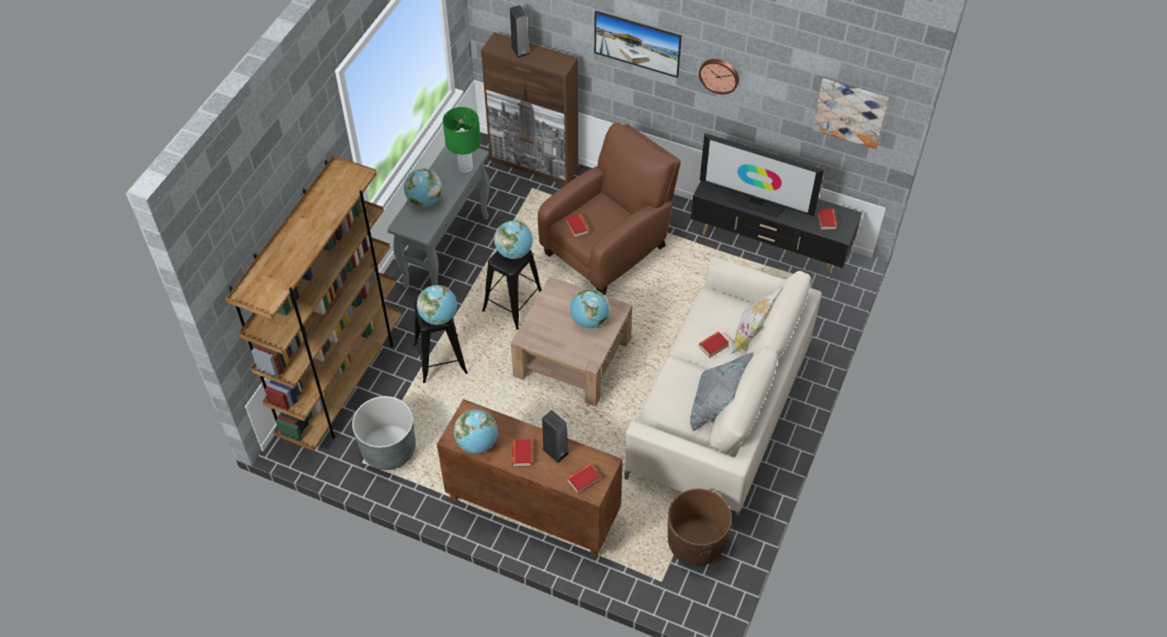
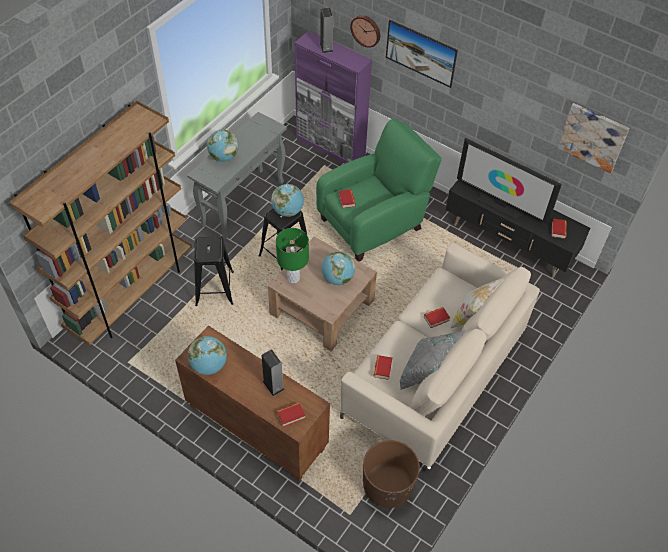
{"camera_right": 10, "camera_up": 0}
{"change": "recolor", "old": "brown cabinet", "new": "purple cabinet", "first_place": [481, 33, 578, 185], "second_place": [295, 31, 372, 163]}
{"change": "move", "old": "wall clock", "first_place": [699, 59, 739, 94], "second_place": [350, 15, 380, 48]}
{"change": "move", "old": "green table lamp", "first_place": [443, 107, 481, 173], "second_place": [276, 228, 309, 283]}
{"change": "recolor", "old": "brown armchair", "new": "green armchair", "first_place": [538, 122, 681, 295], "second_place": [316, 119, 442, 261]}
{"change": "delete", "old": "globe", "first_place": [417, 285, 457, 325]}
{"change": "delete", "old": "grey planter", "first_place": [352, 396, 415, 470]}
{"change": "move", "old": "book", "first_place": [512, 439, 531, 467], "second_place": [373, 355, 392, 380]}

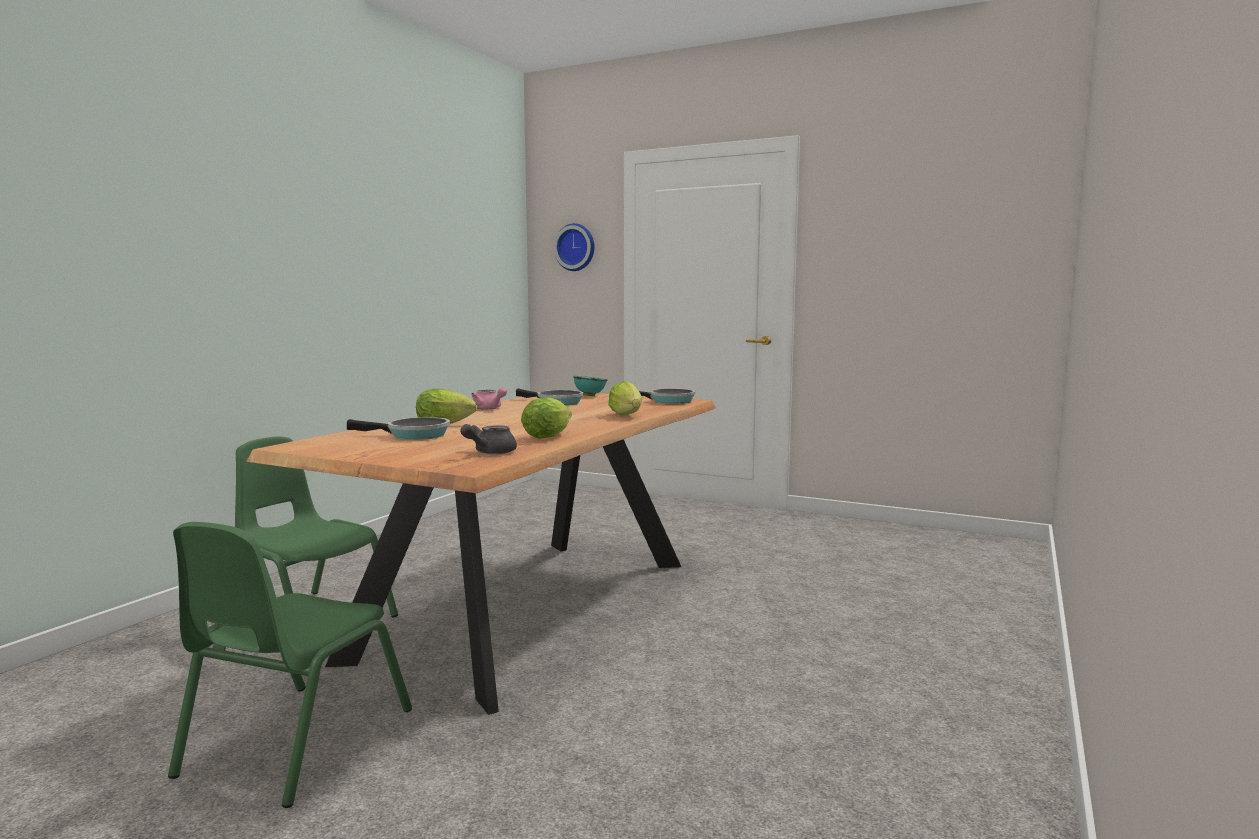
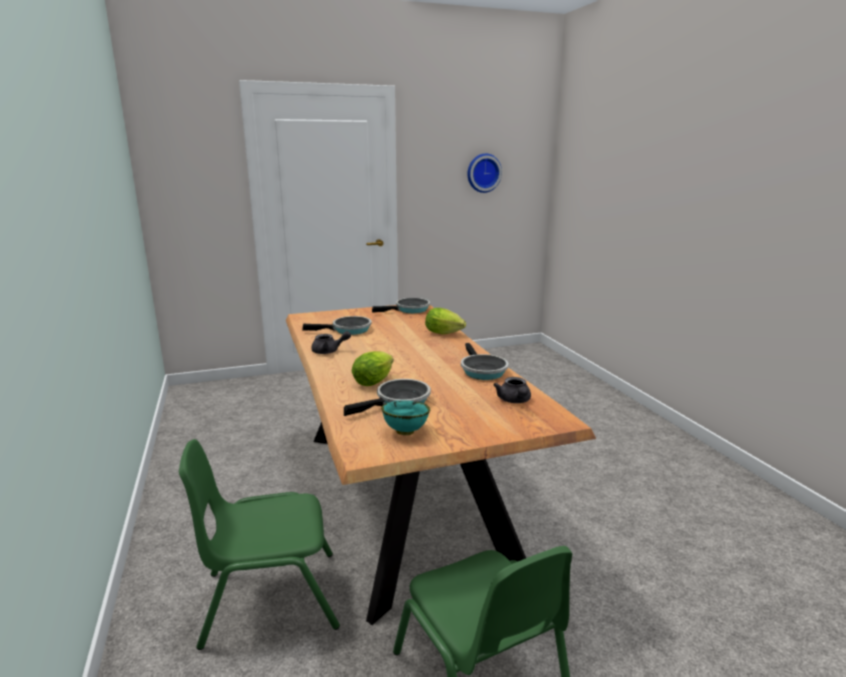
{"camera_right": -45, "camera_up": 10}
{"change": "move", "old": "wall clock", "first_place": [554, 223, 595, 271], "second_place": [467, 154, 502, 193]}
{"change": "move", "old": "turquoise bowl", "first_place": [573, 376, 607, 396], "second_place": [381, 400, 430, 435]}
{"change": "recolor", "old": "pink teapot", "new": "grey teapot", "first_place": [471, 387, 507, 409], "second_place": [311, 331, 351, 354]}
{"change": "replace", "old": "lettuce", "new": "frying pan", "first_place": [521, 397, 572, 439], "second_place": [461, 343, 508, 380]}

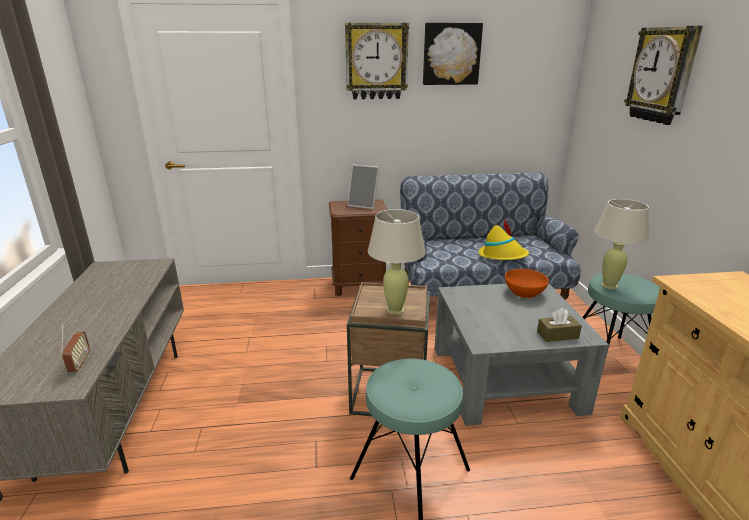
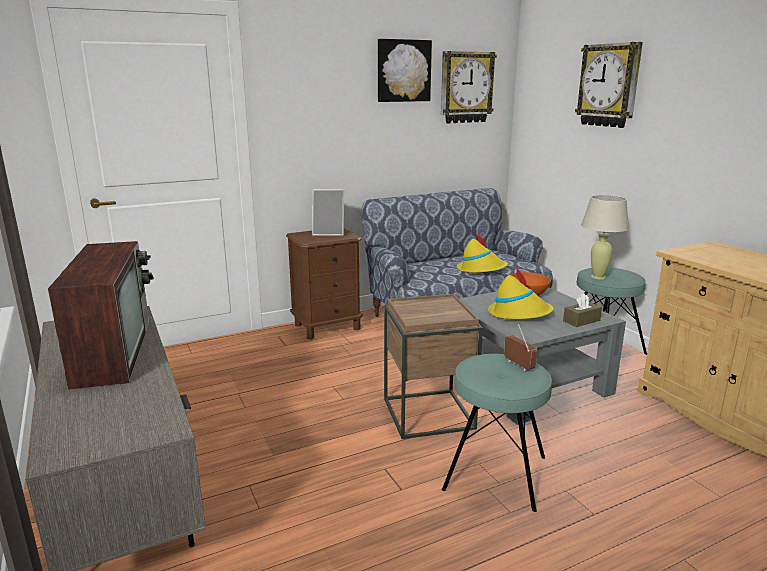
{"camera_right": -20, "camera_up": -5}
{"change": "move", "old": "wall clock", "first_place": [345, 22, 409, 99], "second_place": [441, 51, 497, 123]}
{"change": "delete", "old": "beige table lamp", "first_place": [368, 209, 426, 315]}
{"change": "move", "old": "radio", "first_place": [61, 323, 90, 372], "second_place": [504, 324, 537, 371]}
{"change": "insert", "new": "television", "second_place": [48, 241, 154, 390]}
{"change": "insert", "new": "yellow hat", "second_place": [488, 267, 554, 319]}

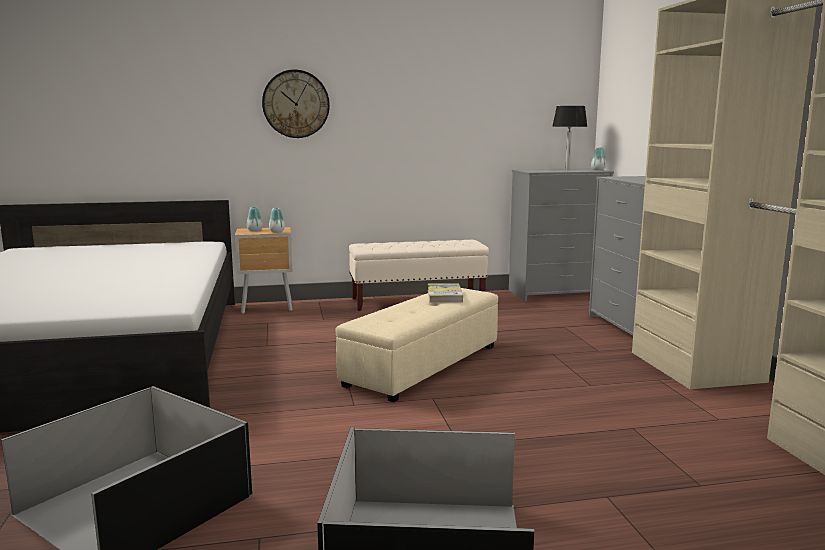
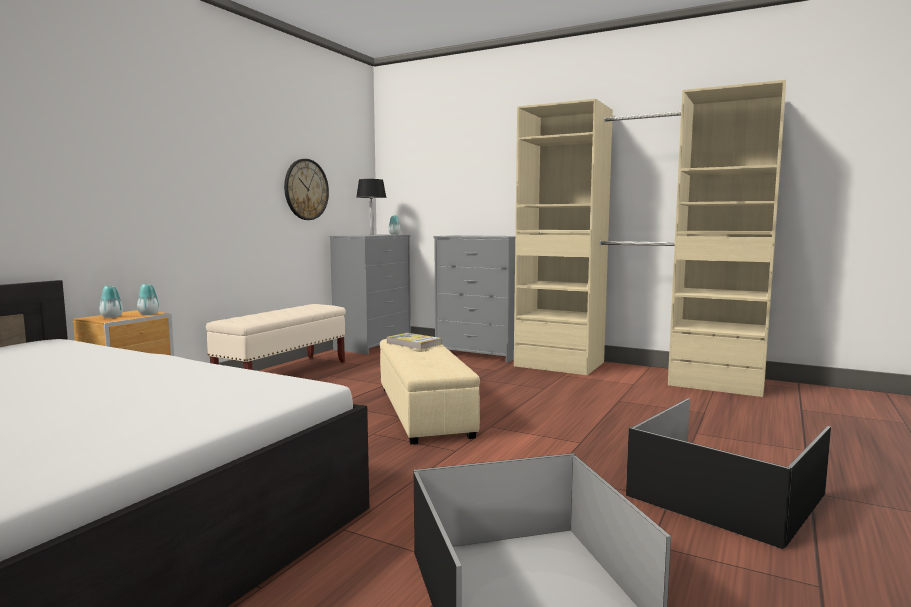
{"camera_right": -50, "camera_up": -5}
{"change": "move", "old": "wall clock", "first_place": [262, 69, 330, 138], "second_place": [284, 159, 329, 220]}

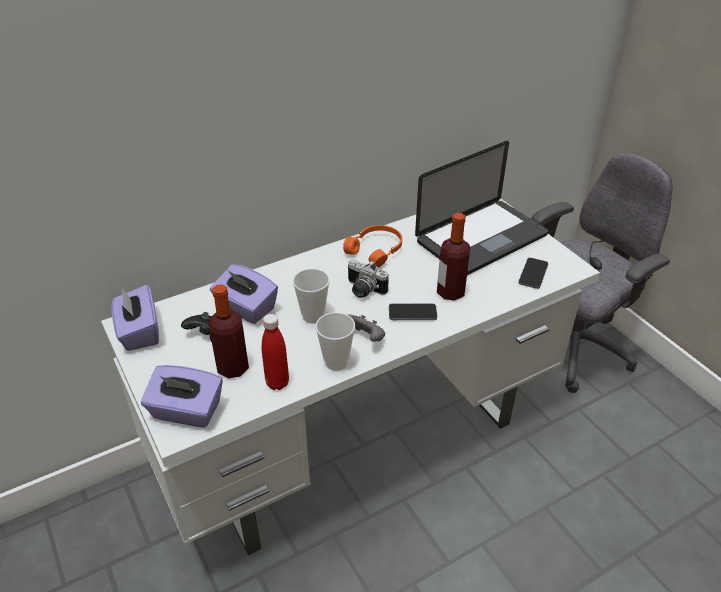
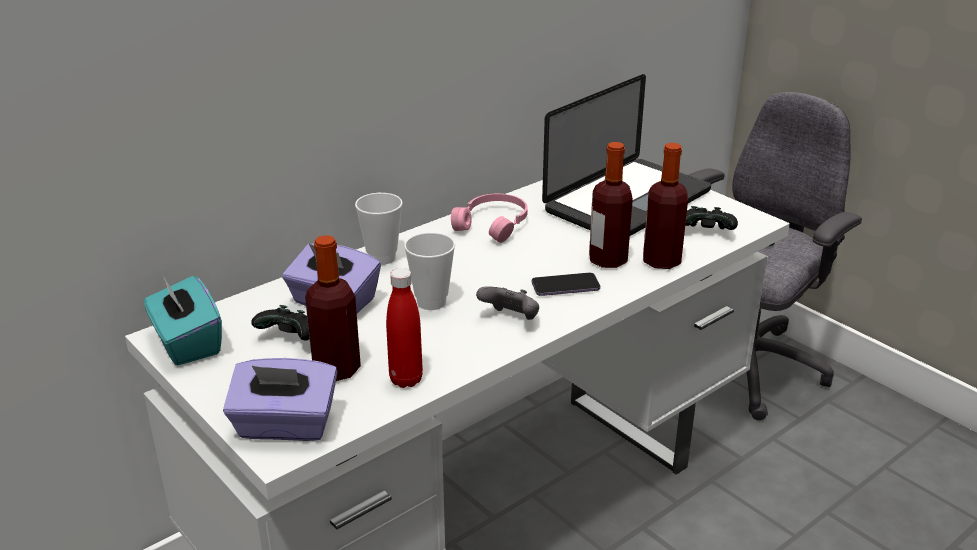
{"camera_right": -10, "camera_up": -10}
{"change": "recolor", "old": "orange headphones", "new": "pink headphones", "first_place": [343, 225, 402, 267], "second_place": [451, 194, 528, 243]}
{"change": "replace", "old": "phone", "new": "black game controller", "first_place": [518, 258, 548, 289], "second_place": [685, 206, 738, 230]}
{"change": "delete", "old": "photo camera", "first_place": [347, 259, 389, 298]}
{"change": "recolor", "old": "purple tissue box", "new": "turquoise tissue box", "first_place": [112, 285, 159, 351], "second_place": [144, 276, 222, 365]}
{"change": "move", "old": "cup", "first_place": [315, 312, 355, 371], "second_place": [355, 193, 403, 265]}
{"change": "insert", "new": "bottle", "second_place": [643, 143, 688, 269]}

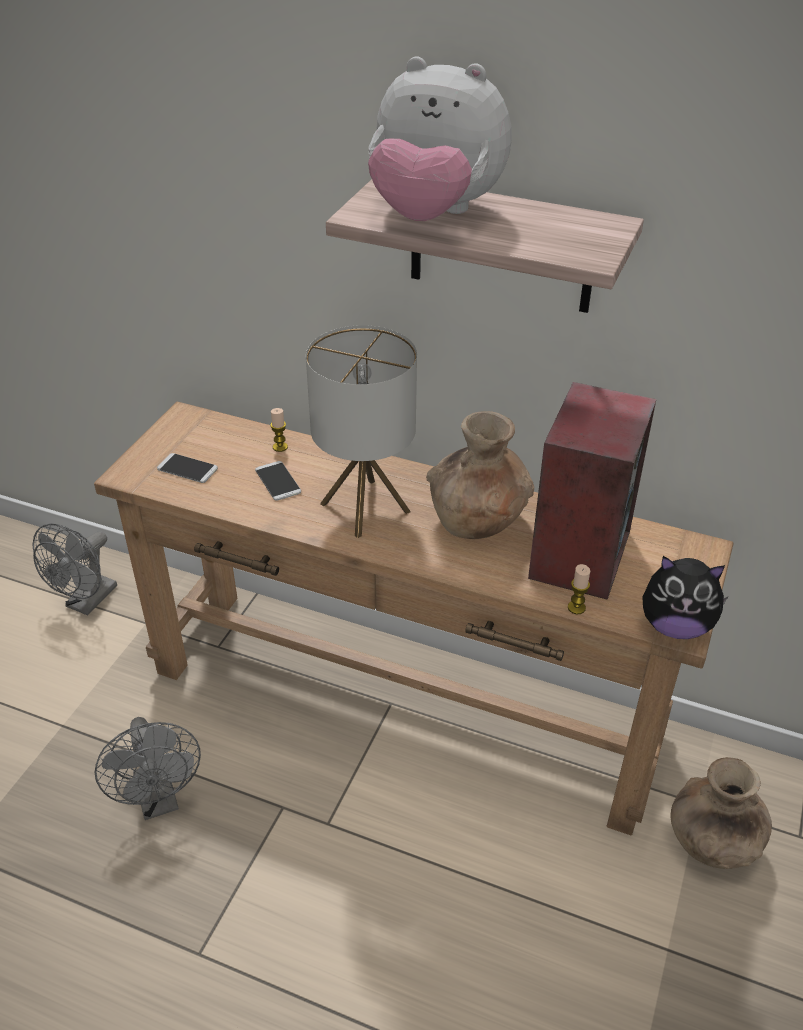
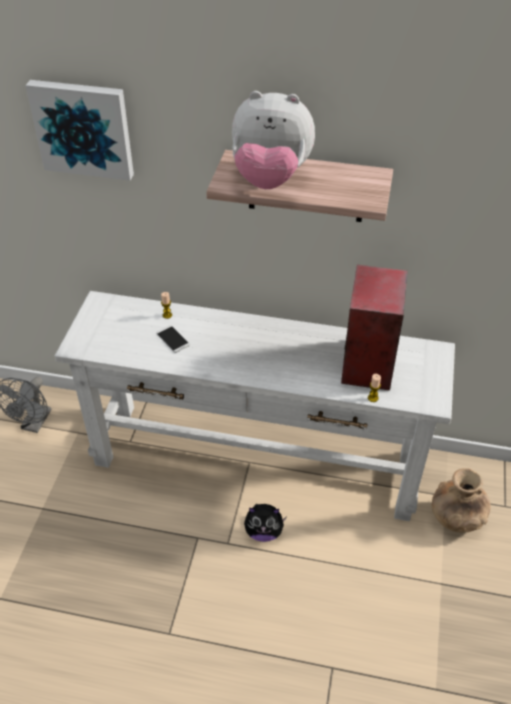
{"camera_right": -10, "camera_up": 5}
{"change": "delete", "old": "table lamp", "first_place": [306, 325, 417, 538]}
{"change": "recolor", "old": "brown console table", "new": "white console table", "first_place": [94, 402, 734, 836], "second_place": [55, 291, 455, 521]}
{"change": "delete", "old": "brown vase", "first_place": [426, 411, 534, 539]}
{"change": "delete", "old": "phone", "first_place": [157, 453, 218, 483]}
{"change": "move", "old": "plush toy", "first_place": [642, 556, 729, 639], "second_place": [244, 504, 287, 542]}
{"change": "delete", "old": "grey fan", "first_place": [95, 717, 201, 820]}
{"change": "insert", "new": "picture", "second_place": [25, 80, 134, 181]}

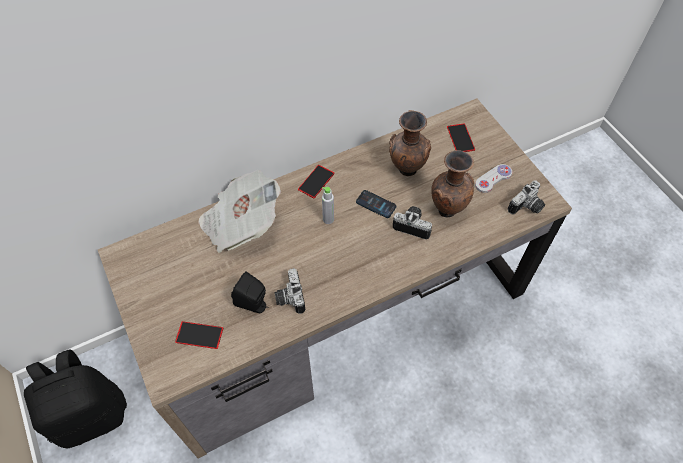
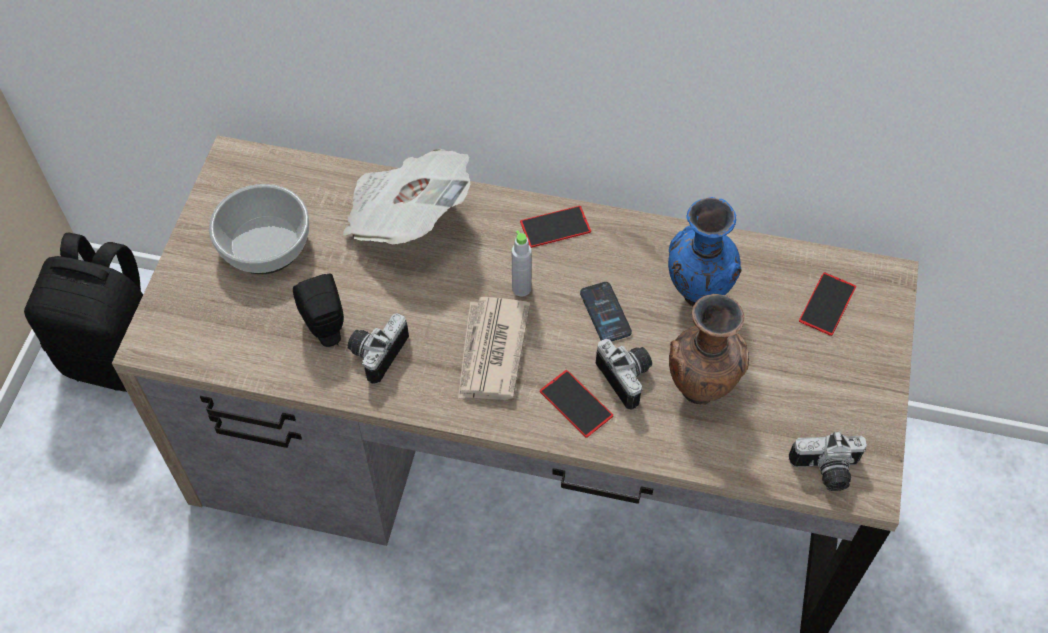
{"camera_right": 40, "camera_up": 0}
{"change": "recolor", "old": "brown vase", "new": "blue vase", "first_place": [389, 110, 431, 176], "second_place": [668, 197, 741, 306]}
{"change": "delete", "old": "white game controller", "first_place": [475, 164, 512, 193]}
{"change": "move", "old": "phone", "first_place": [175, 321, 223, 349], "second_place": [540, 370, 613, 438]}
{"change": "insert", "new": "bowl", "second_place": [209, 184, 309, 274]}
{"change": "insert", "new": "newspaper", "second_place": [458, 297, 531, 400]}

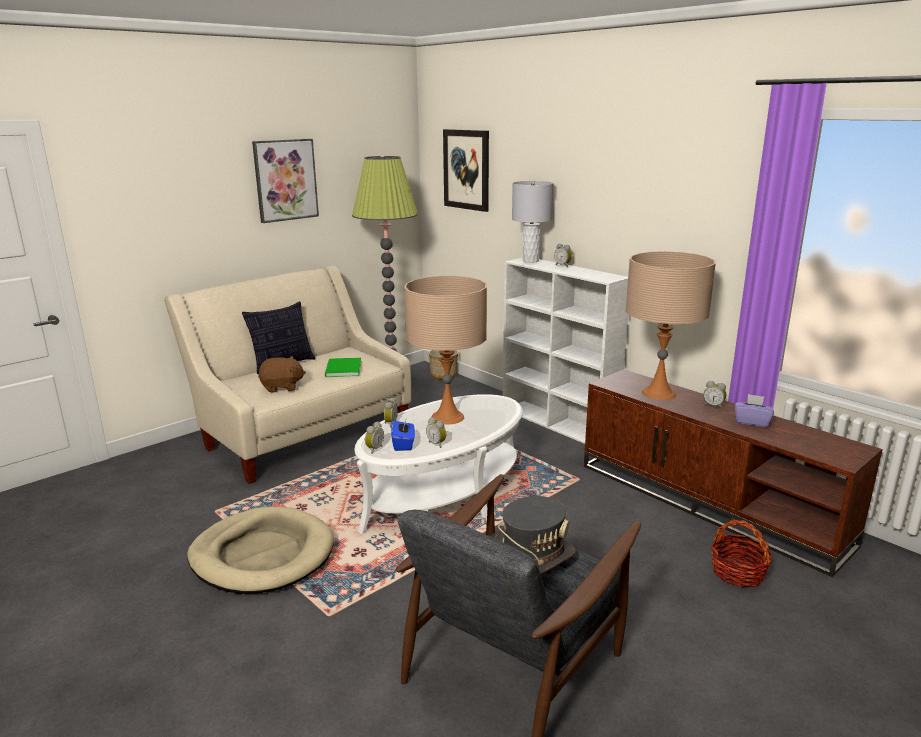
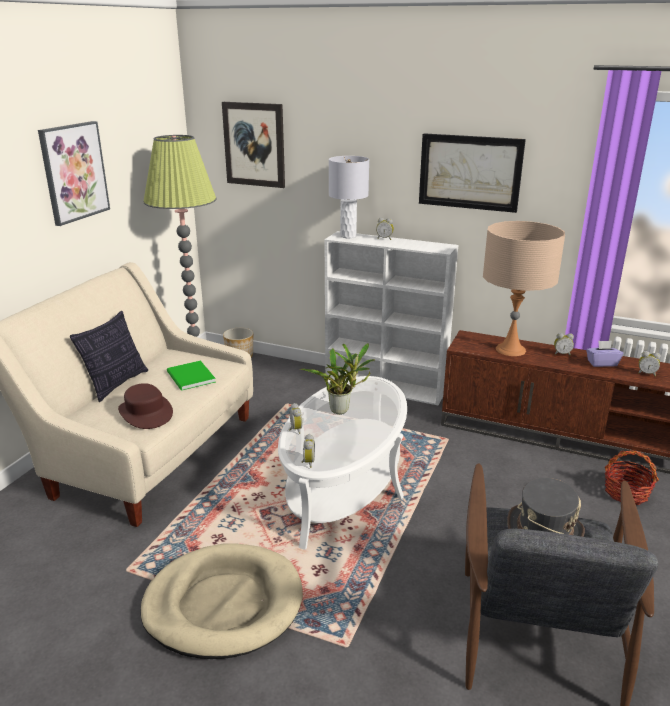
{"camera_right": -25, "camera_up": 5}
{"change": "replace", "old": "beige table lamp", "new": "potted plant", "first_place": [404, 276, 487, 425], "second_place": [300, 343, 375, 414]}
{"change": "replace", "old": "brown plush toy", "new": "brown hat", "first_place": [258, 356, 306, 393], "second_place": [118, 383, 173, 429]}
{"change": "delete", "old": "blue tissue box", "first_place": [391, 417, 415, 451]}
{"change": "move", "old": "alarm clock", "first_place": [426, 417, 446, 448], "second_place": [638, 351, 661, 376]}
{"change": "insert", "new": "picture", "second_place": [419, 133, 526, 213]}

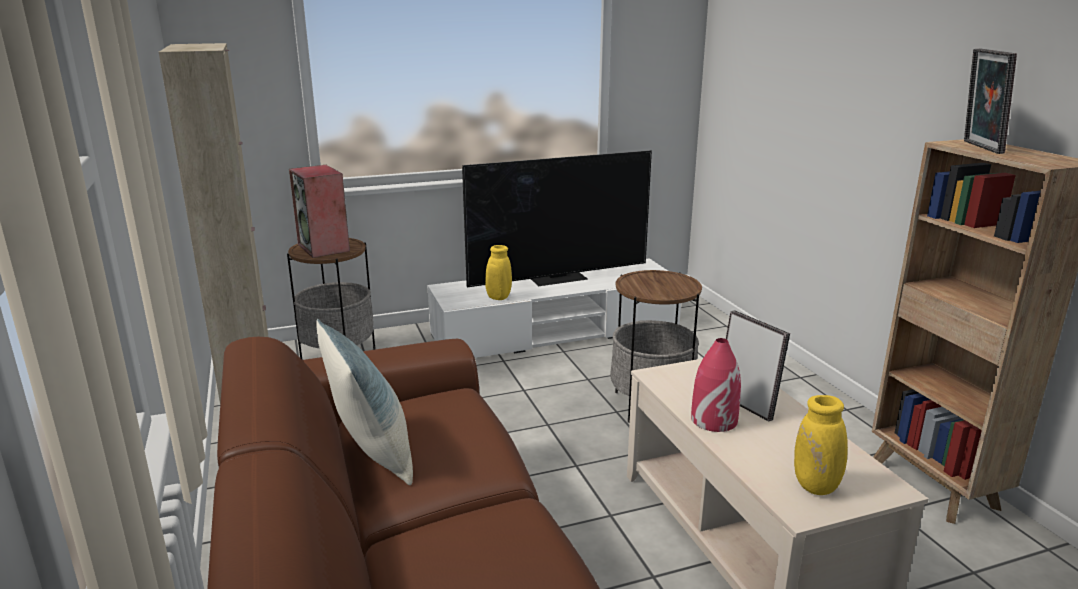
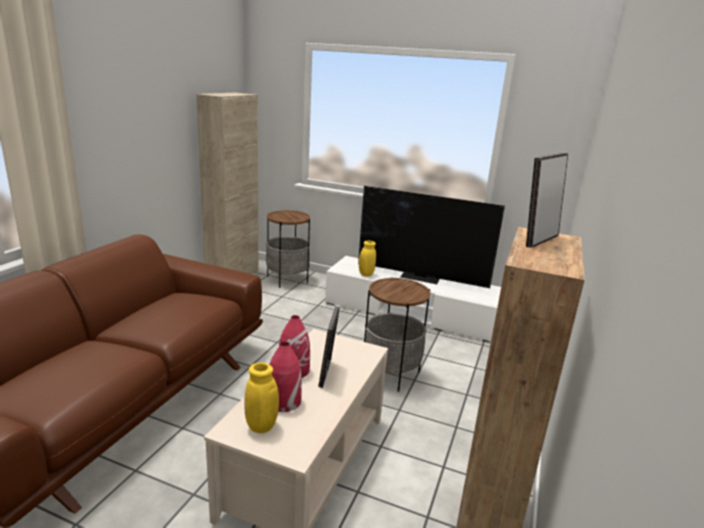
{"camera_right": 40, "camera_up": 0}
{"change": "delete", "old": "speaker", "first_place": [289, 165, 350, 258]}
{"change": "delete", "old": "pillow", "first_place": [317, 319, 413, 485]}
{"change": "insert", "new": "red vase", "second_place": [269, 342, 302, 412]}

